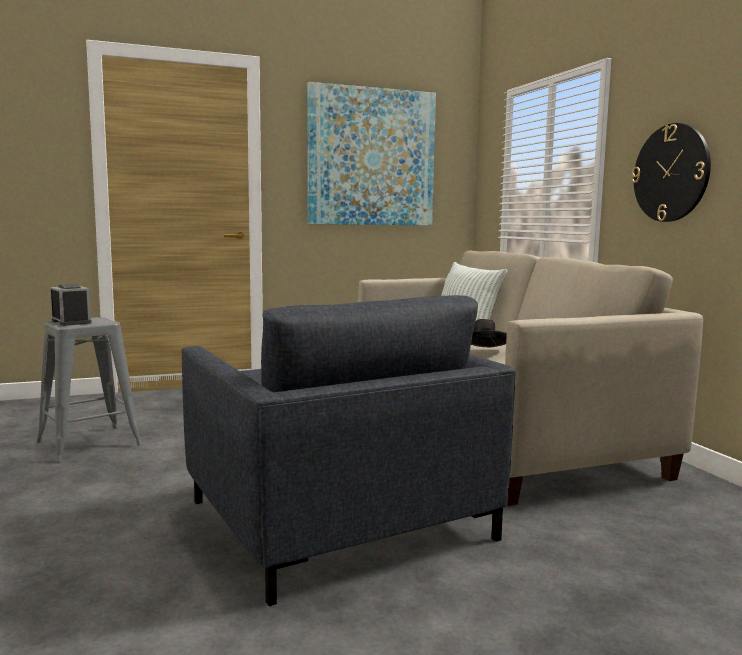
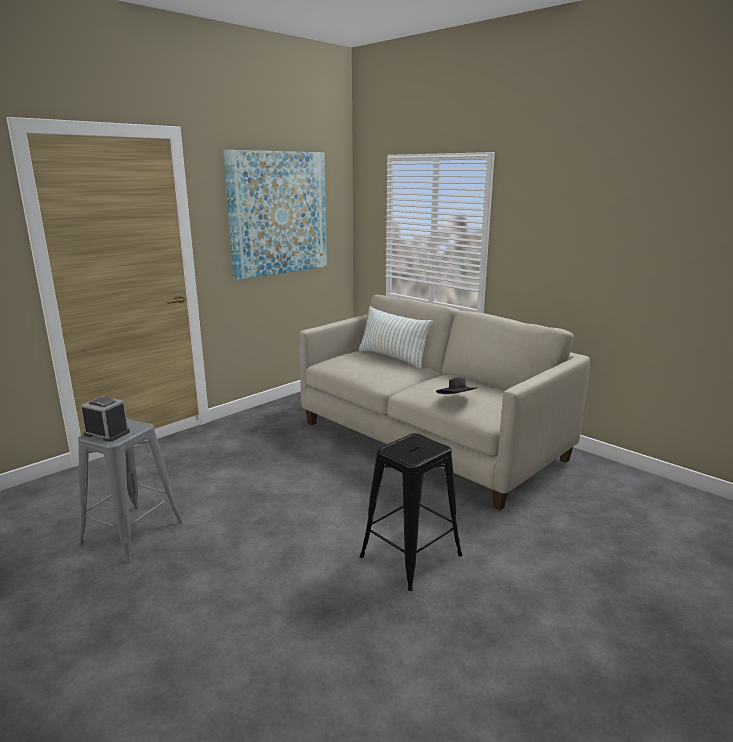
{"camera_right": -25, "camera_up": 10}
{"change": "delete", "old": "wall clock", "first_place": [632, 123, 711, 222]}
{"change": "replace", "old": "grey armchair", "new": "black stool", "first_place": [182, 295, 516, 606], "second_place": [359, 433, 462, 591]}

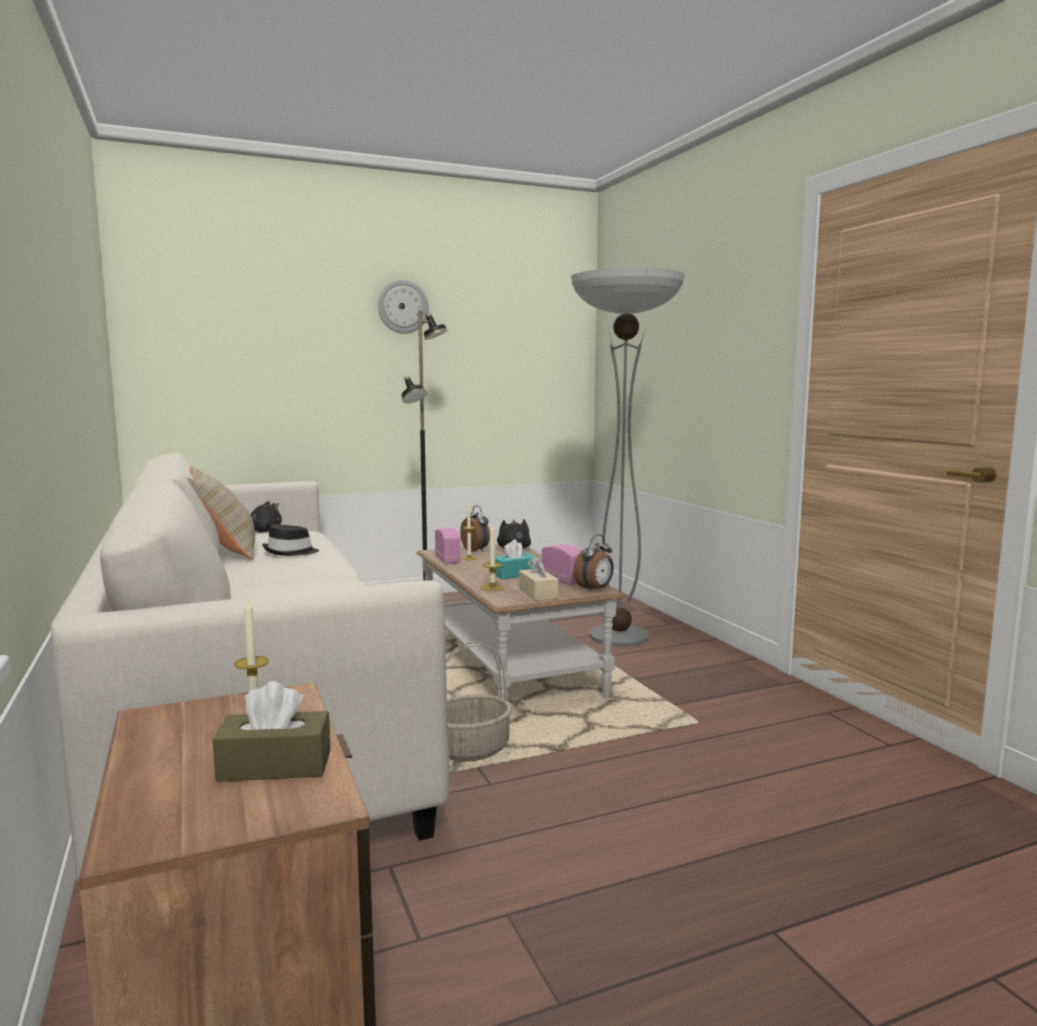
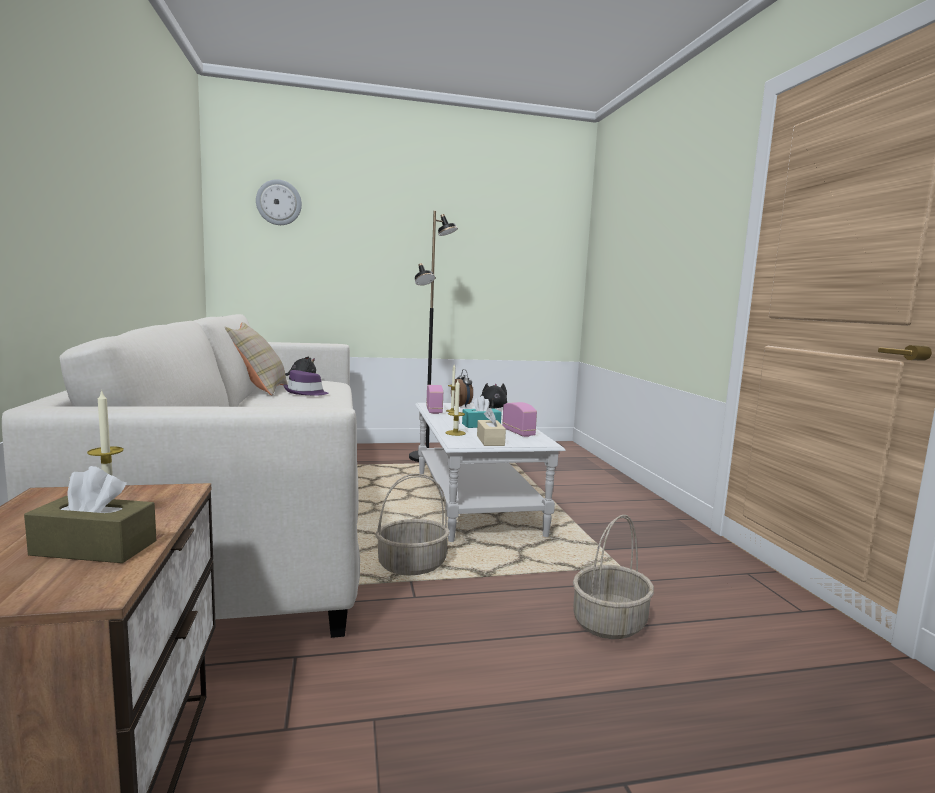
{"camera_right": 10, "camera_up": 0}
{"change": "delete", "old": "floor lamp", "first_place": [571, 268, 685, 646]}
{"change": "move", "old": "wall clock", "first_place": [378, 280, 429, 334], "second_place": [256, 179, 302, 225]}
{"change": "recolor", "old": "black hat", "new": "purple hat", "first_place": [262, 524, 319, 556], "second_place": [283, 370, 328, 396]}
{"change": "delete", "old": "alarm clock", "first_place": [574, 534, 614, 592]}
{"change": "recolor", "old": "brown coffee table", "new": "white coffee table", "first_place": [417, 544, 624, 700], "second_place": [415, 403, 566, 542]}
{"change": "insert", "new": "basket", "second_place": [573, 515, 654, 639]}

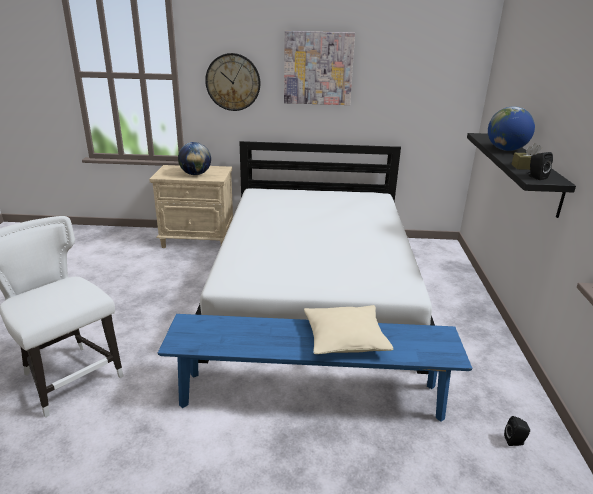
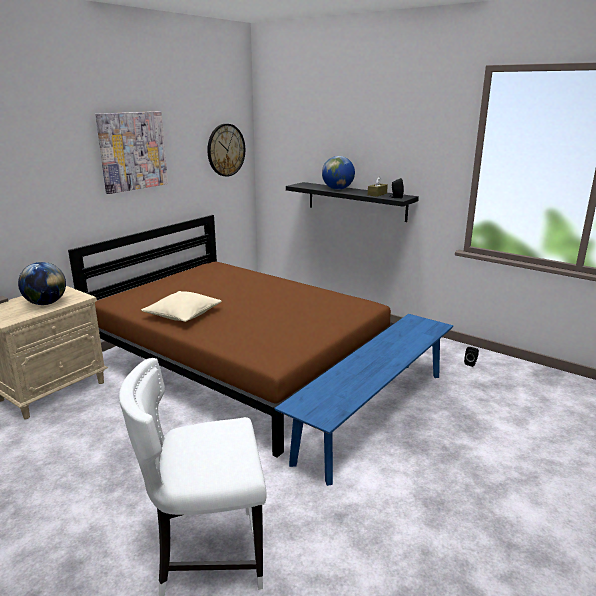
{"camera_right": -55, "camera_up": -5}
{"change": "move", "old": "wall clock", "first_place": [205, 53, 260, 111], "second_place": [207, 124, 245, 177]}
{"change": "recolor", "old": "white bed", "new": "brown bed", "first_place": [195, 141, 435, 374], "second_place": [68, 215, 394, 458]}
{"change": "move", "old": "beige pillow", "first_place": [304, 305, 393, 354], "second_place": [141, 291, 222, 322]}

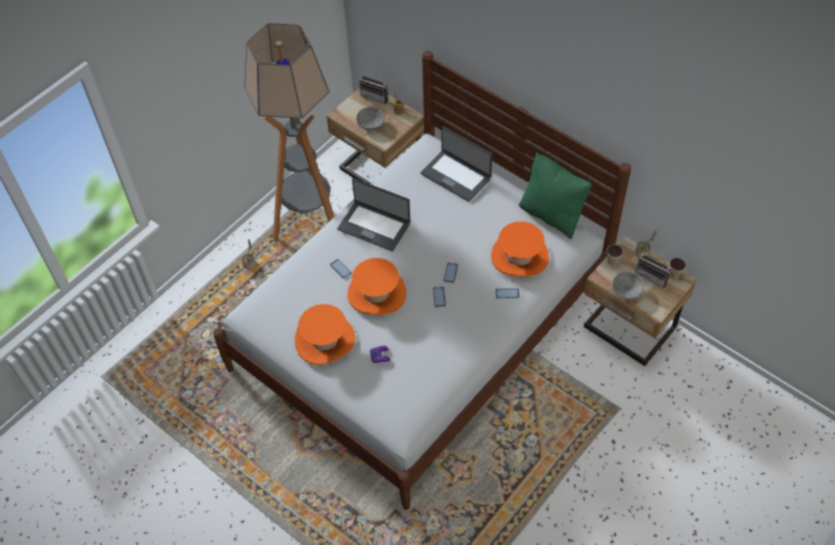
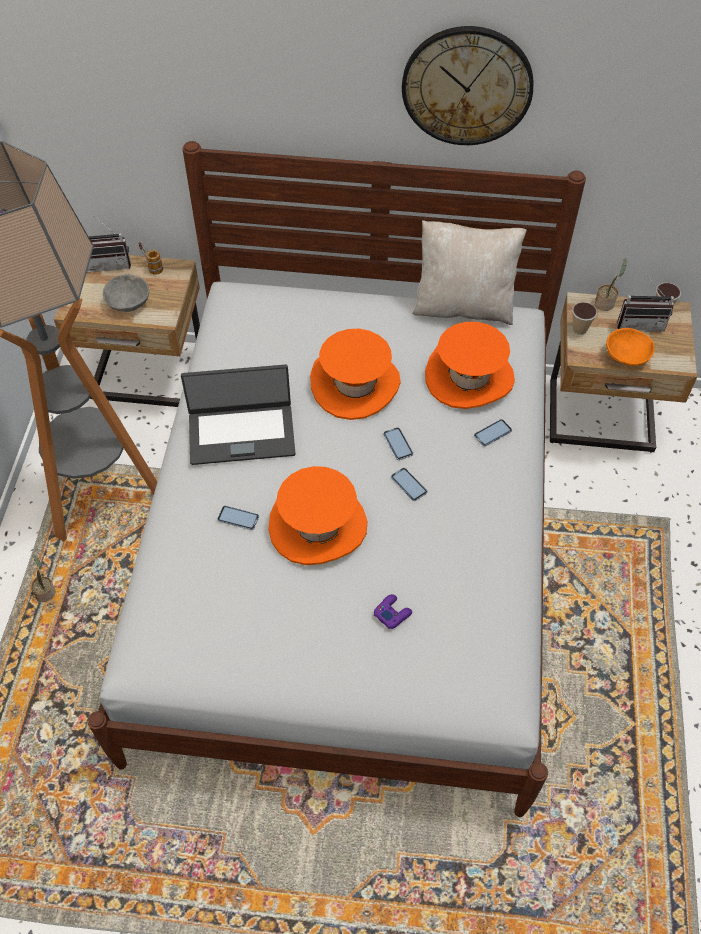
{"camera_right": -35, "camera_up": 0}
{"change": "delete", "old": "laptop", "first_place": [420, 126, 492, 202]}
{"change": "recolor", "old": "green pillow", "new": "beige pillow", "first_place": [519, 152, 592, 239], "second_place": [412, 220, 527, 325]}
{"change": "recolor", "old": "grey bowl", "new": "orange bowl", "first_place": [612, 272, 645, 300], "second_place": [606, 328, 655, 366]}
{"change": "move", "old": "orange hat", "first_place": [295, 304, 355, 365], "second_place": [310, 329, 401, 420]}
{"change": "insert", "new": "wall clock", "second_place": [402, 26, 533, 145]}

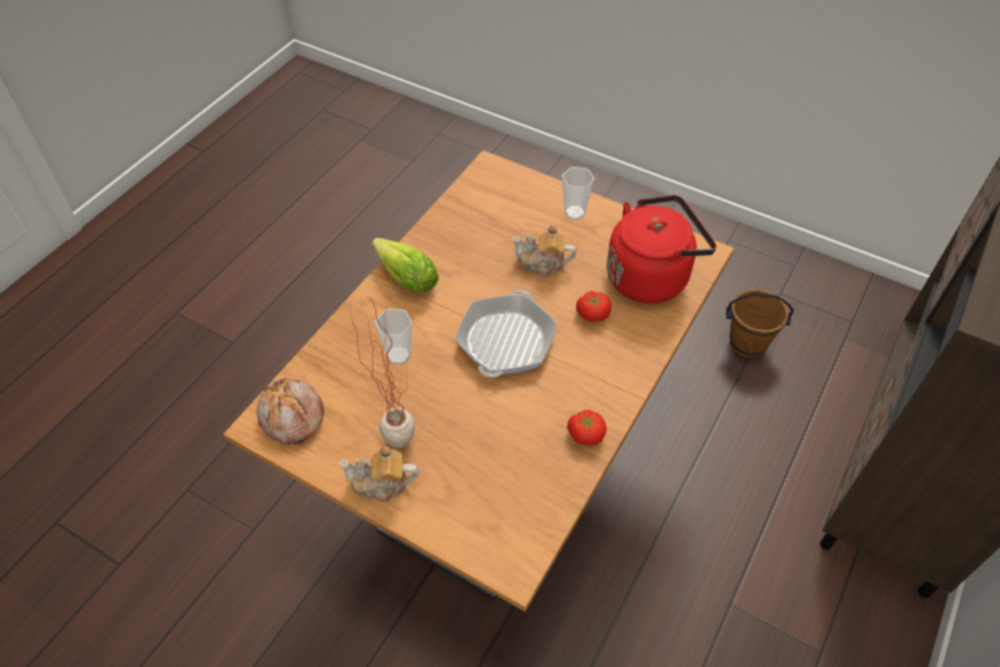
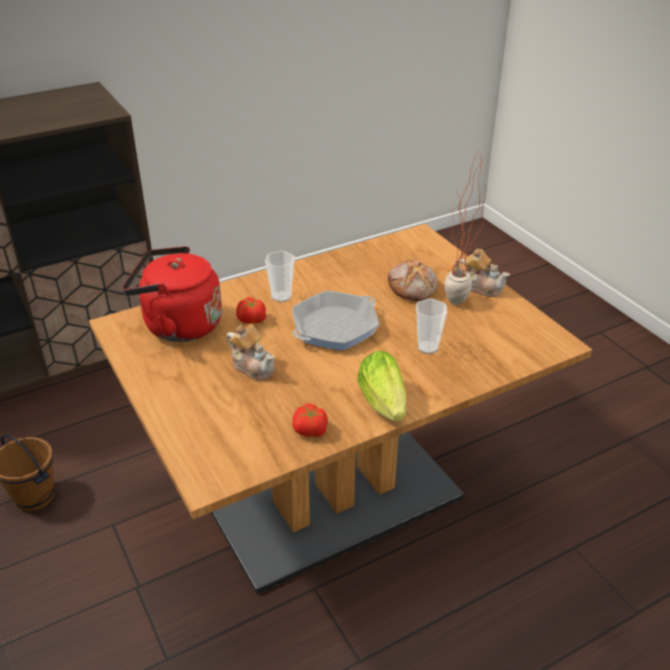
{"camera_right": -150, "camera_up": -15}
{"change": "move", "old": "cup", "first_place": [562, 167, 594, 220], "second_place": [265, 251, 295, 302]}
{"change": "move", "old": "bread", "first_place": [256, 379, 324, 445], "second_place": [388, 260, 438, 301]}
{"change": "move", "old": "tomato", "first_place": [567, 410, 607, 446], "second_place": [292, 404, 328, 437]}

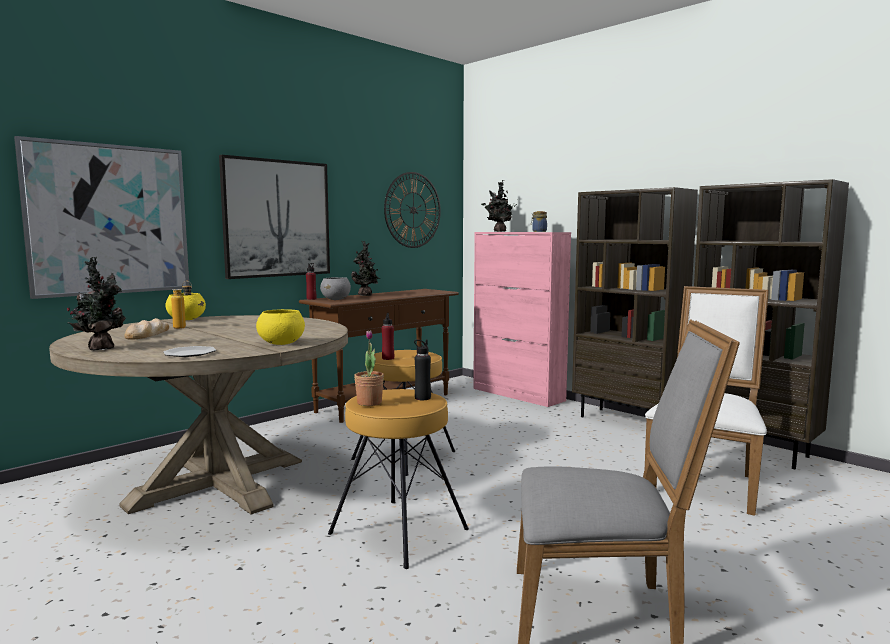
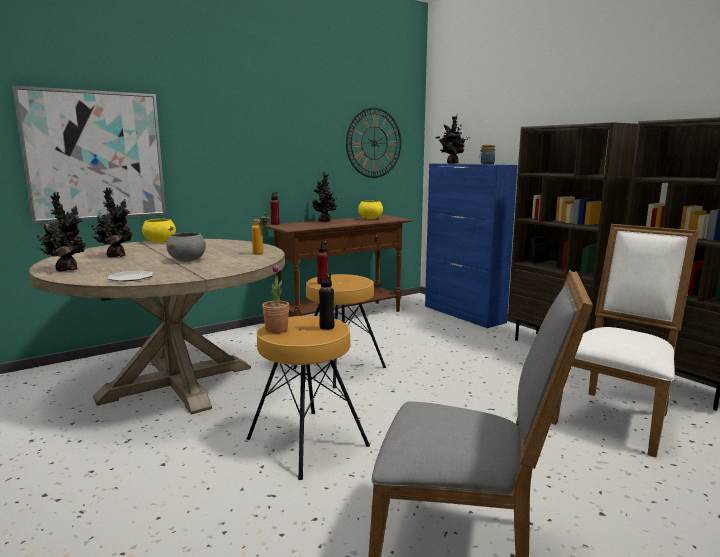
{"camera_right": 10, "camera_up": 5}
{"change": "delete", "old": "picture", "first_place": [219, 155, 330, 279]}
{"change": "recolor", "old": "pink cabinet", "new": "blue cabinet", "first_place": [473, 232, 571, 407], "second_place": [425, 163, 518, 328]}
{"change": "move", "old": "grey bowl", "first_place": [320, 277, 351, 300], "second_place": [166, 232, 206, 262]}
{"change": "move", "old": "bottle", "first_place": [171, 281, 192, 329], "second_place": [252, 212, 269, 255]}
{"change": "move", "old": "yellow bowl", "first_place": [256, 309, 305, 345], "second_place": [358, 201, 383, 219]}
{"change": "replace", "old": "bread", "new": "potted plant", "first_place": [124, 318, 169, 340], "second_place": [91, 187, 133, 258]}

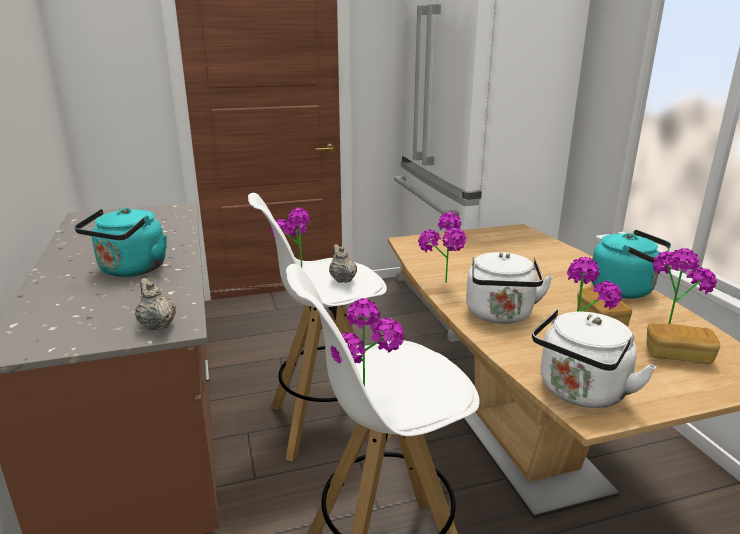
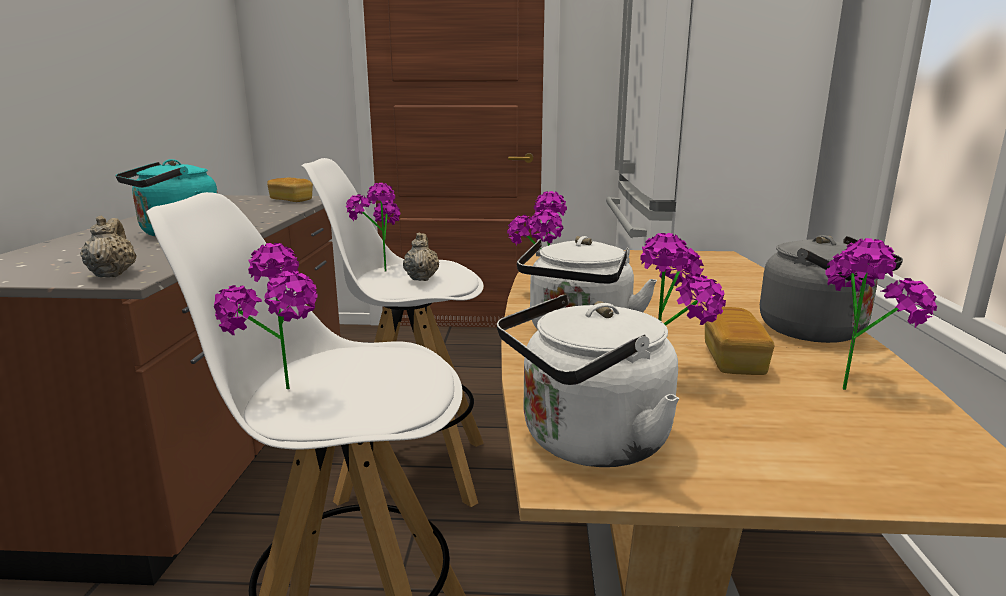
{"camera_right": 20, "camera_up": -5}
{"change": "recolor", "old": "turquoise kettle", "new": "grey kettle", "first_place": [591, 230, 671, 299], "second_place": [760, 235, 903, 343]}
{"change": "move", "old": "bread", "first_place": [646, 323, 720, 364], "second_place": [267, 178, 313, 202]}

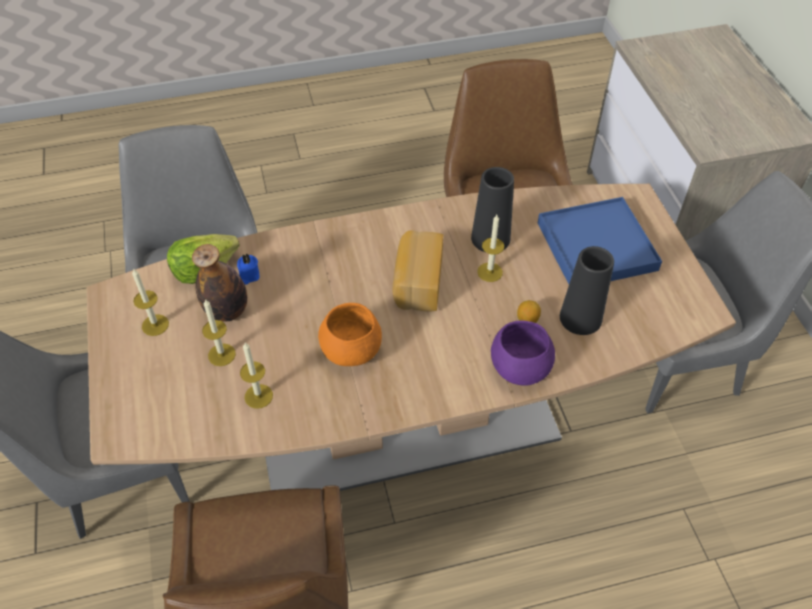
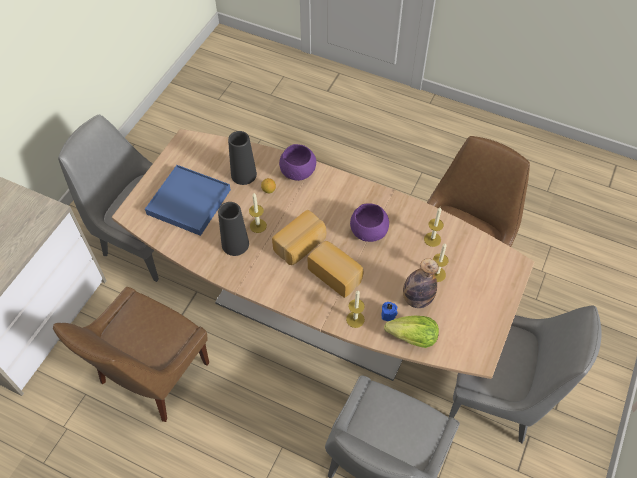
{"camera_right": -140, "camera_up": 5}
{"change": "move", "old": "candle", "first_place": [132, 268, 169, 336], "second_place": [346, 290, 365, 328]}
{"change": "recolor", "old": "orange bowl", "new": "purple bowl", "first_place": [318, 303, 382, 366], "second_place": [350, 203, 389, 242]}
{"change": "insert", "new": "bread", "second_place": [307, 241, 363, 298]}

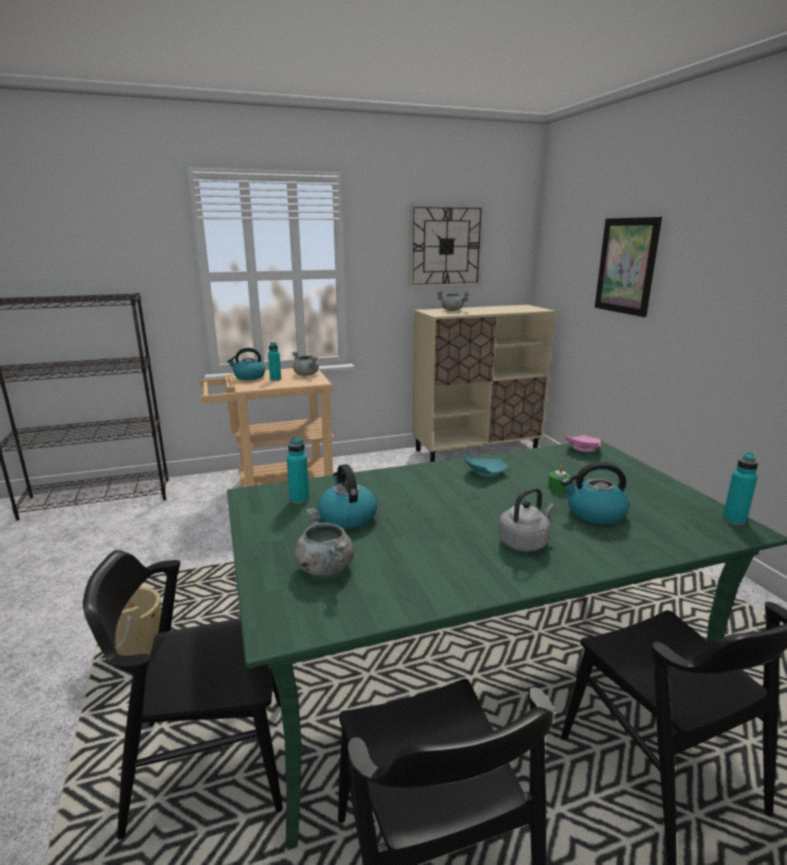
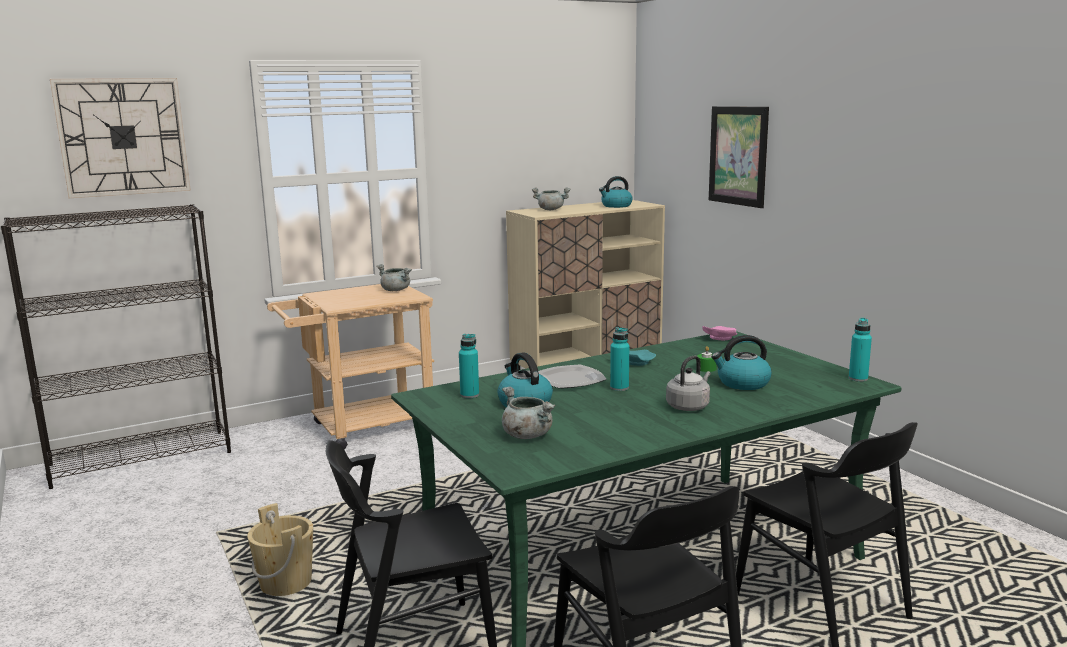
{"camera_right": -10, "camera_up": -5}
{"change": "move", "old": "wall clock", "first_place": [409, 204, 485, 288], "second_place": [50, 78, 191, 198]}
{"change": "move", "old": "turquoise bottle", "first_place": [268, 342, 281, 381], "second_place": [610, 327, 629, 391]}
{"change": "move", "old": "kettle", "first_place": [227, 348, 265, 380], "second_place": [599, 176, 633, 208]}
{"change": "insert", "new": "plate", "second_place": [538, 365, 607, 388]}

